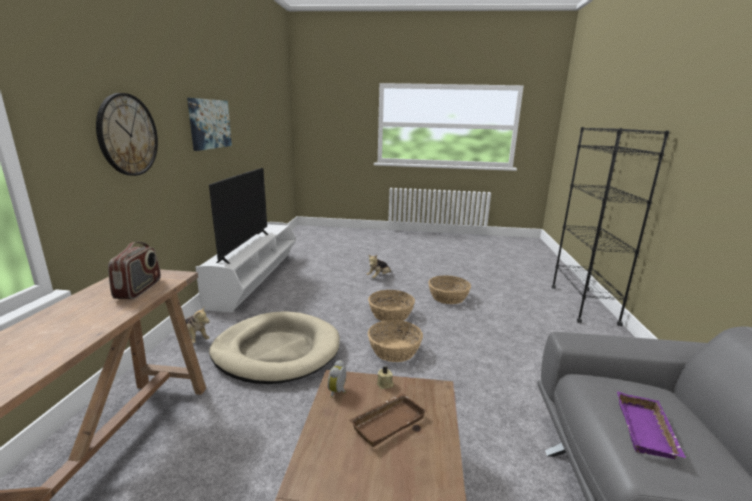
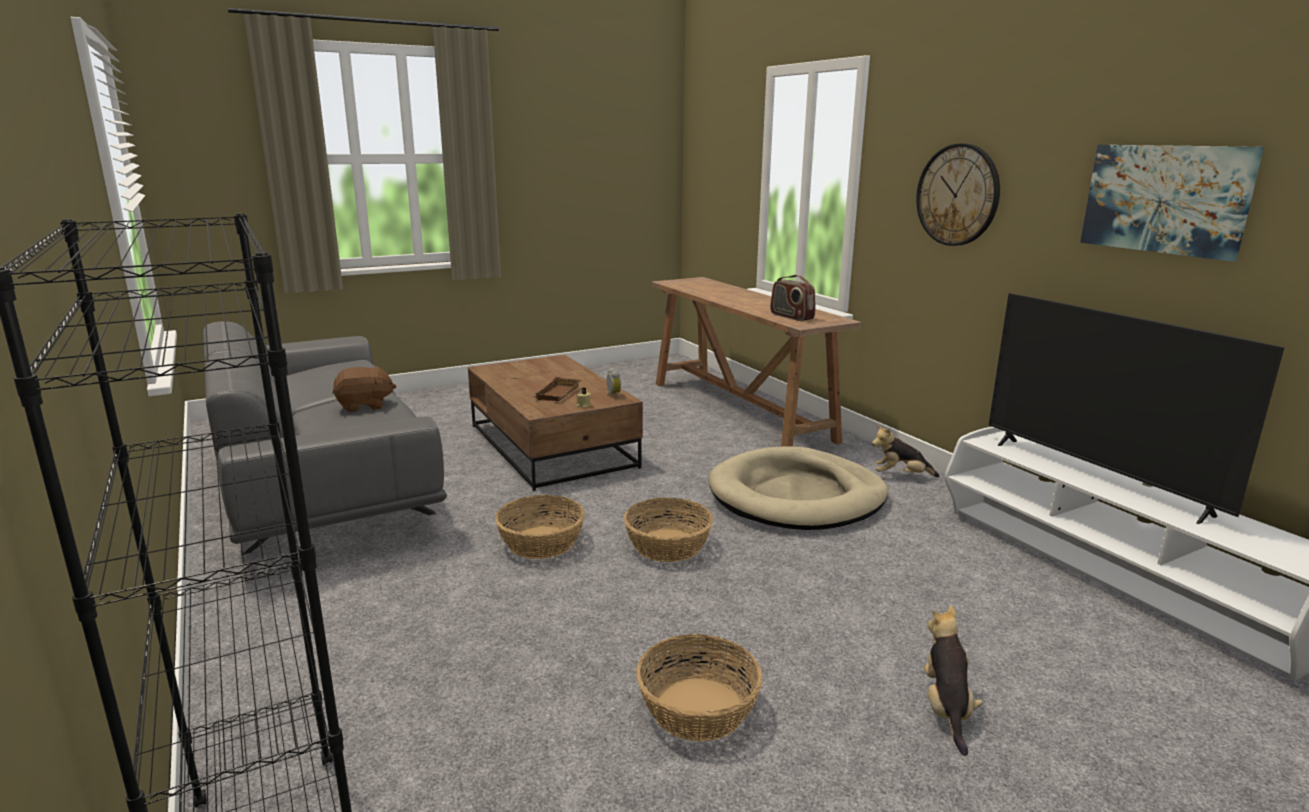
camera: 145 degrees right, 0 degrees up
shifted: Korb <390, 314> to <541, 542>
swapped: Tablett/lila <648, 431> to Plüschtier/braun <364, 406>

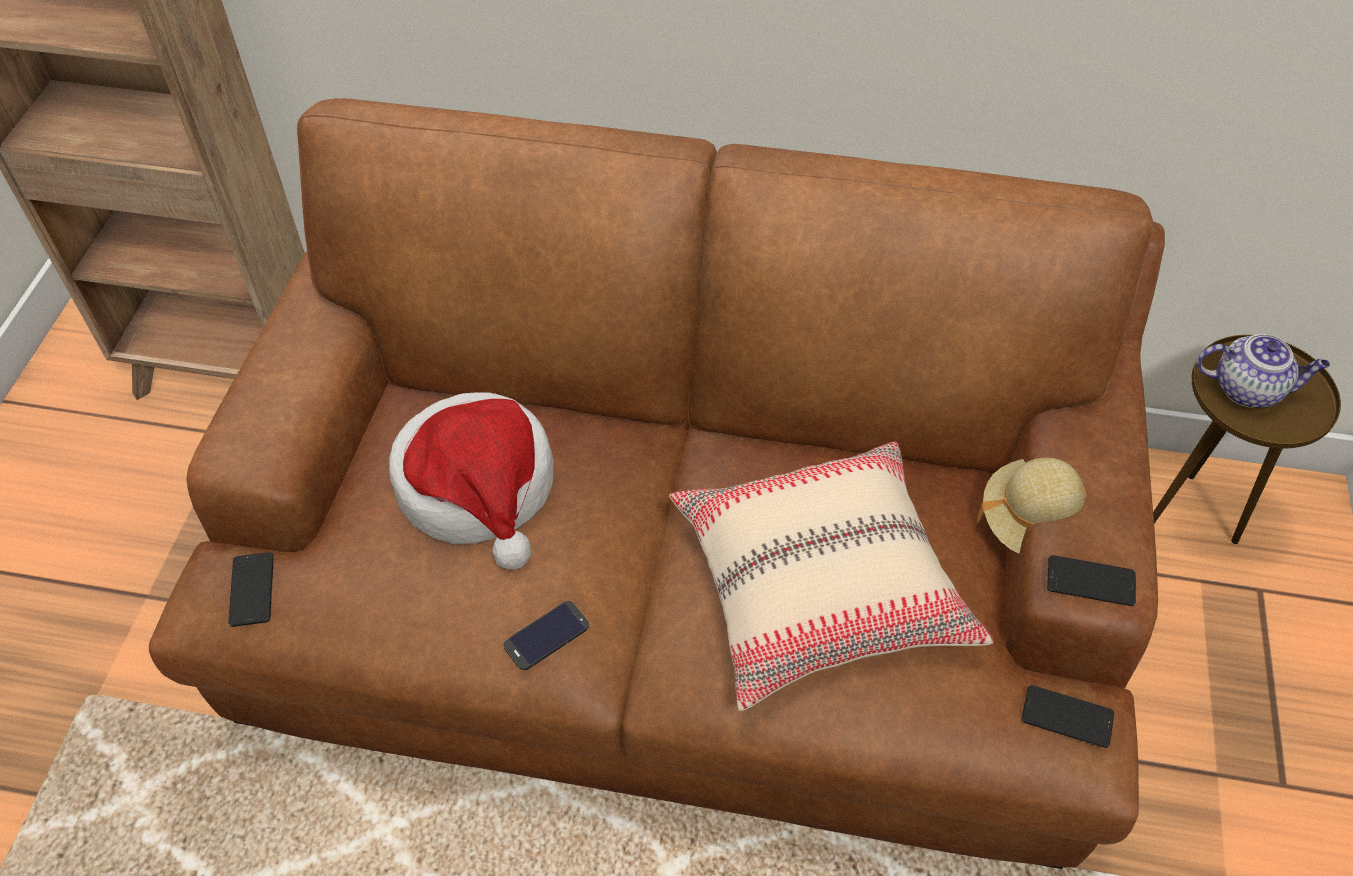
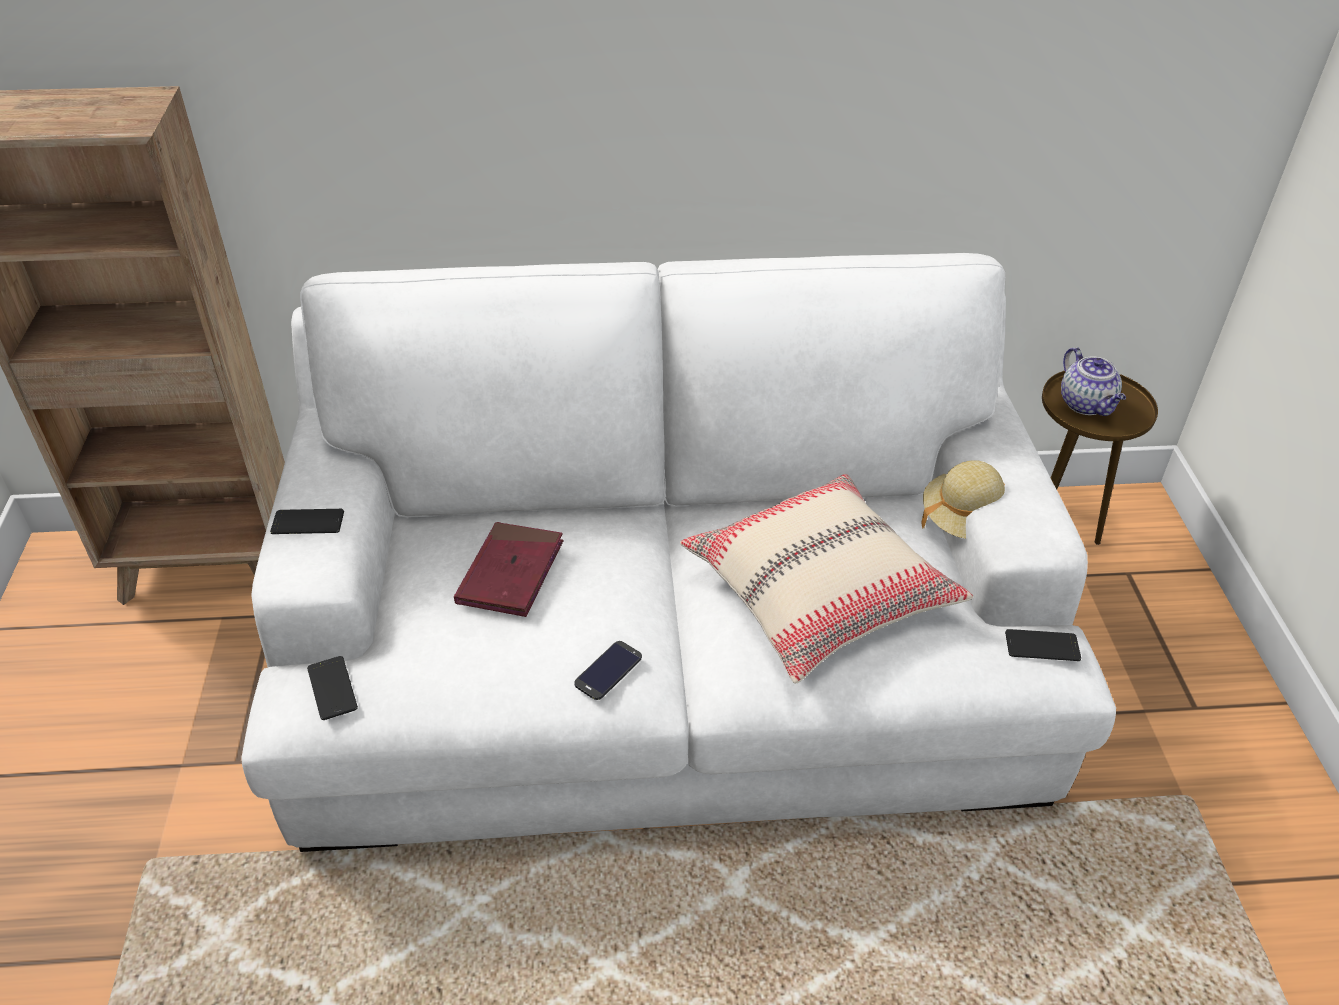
camera: 15 degrees left, 10 degrees down
shifted: Handy <1090, 581> to <307, 522>
swapped: Hut <479, 488> to Buch/rot <510, 573>
repainted: Sofa/braun <677, 584> to Sofa/weiß <667, 659>
rotated: Teekanne <1248, 389> = <1087, 405> 75 degrees clockwise

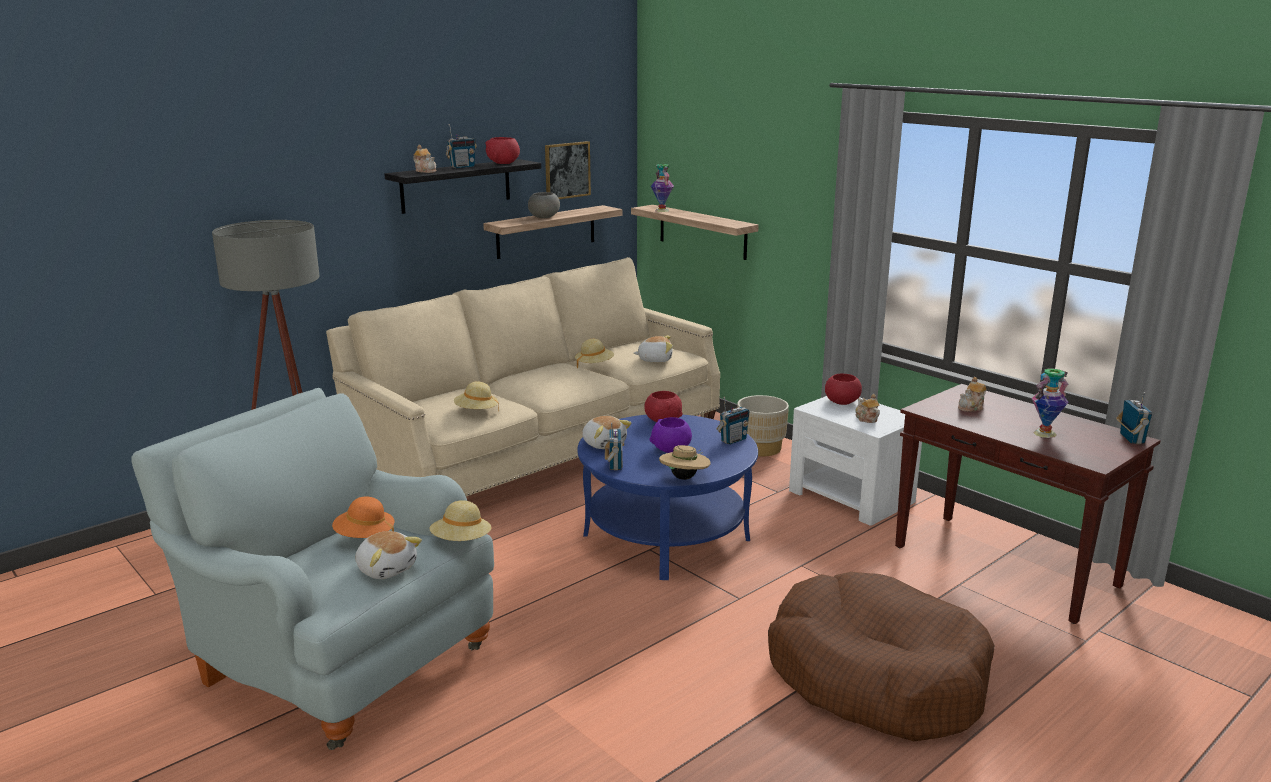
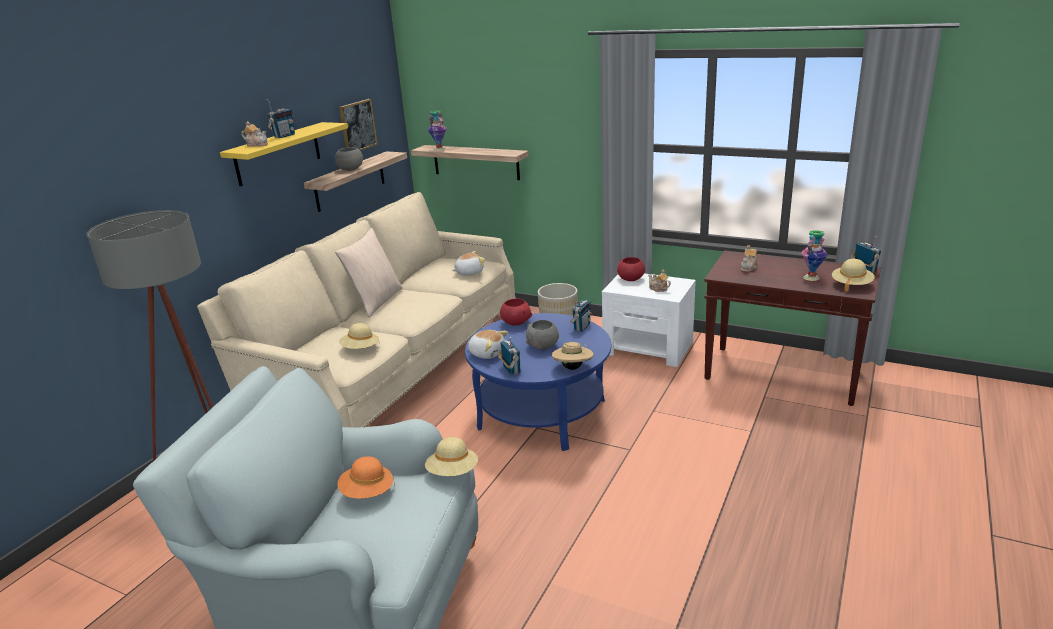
camera: 20 degrees left, 5 degrees up
gone: Plüschtier <387, 568>; Schüssel/rot <503, 163>; Hundebett/braun <876, 677>
new: Kissen/beige <376, 301>
shifted: Hut/beige <594, 365> to <851, 285>
repainted: Wandregal/schwarz <456, 186> to Wandregal/gelb <278, 153>; Schüssel/lila <671, 450> to Schüssel/grau <543, 346>

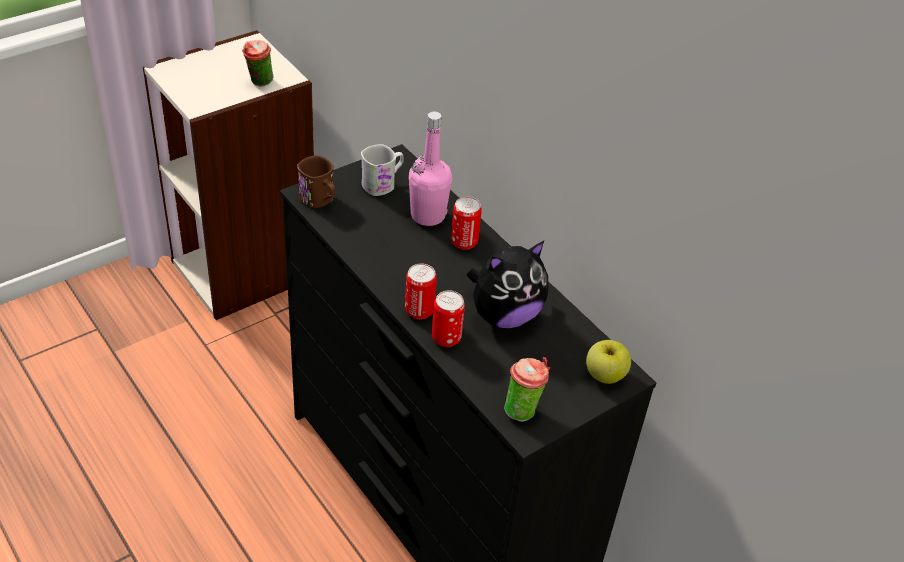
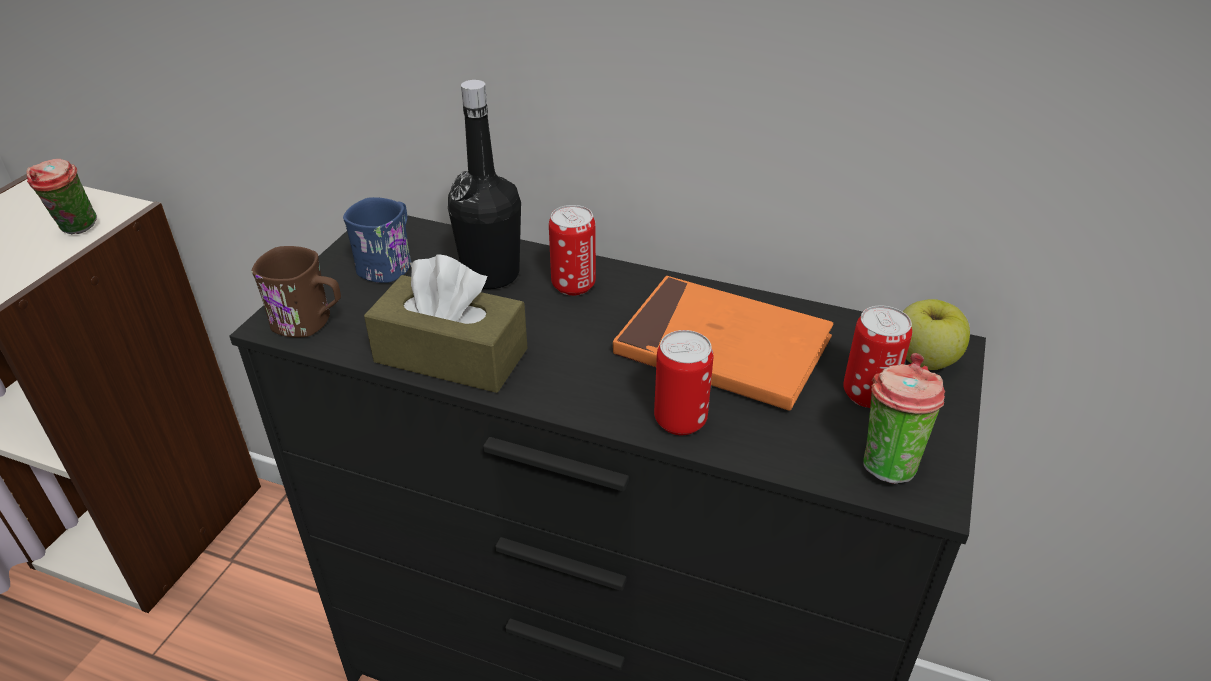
camera: 30 degrees left, 5 degrees down
new: Taschentuchbox/braun <451, 355>
shifted: Dose <419, 311> to <867, 394>
swapped: Plüschtier <504, 315> to Buch/orange <722, 349>
repainted: Henkelbecher/weiß <383, 184> to Henkelbecher/blau <389, 263>; Flasche/rosa <428, 215> to Flasche/schwarz <491, 274>

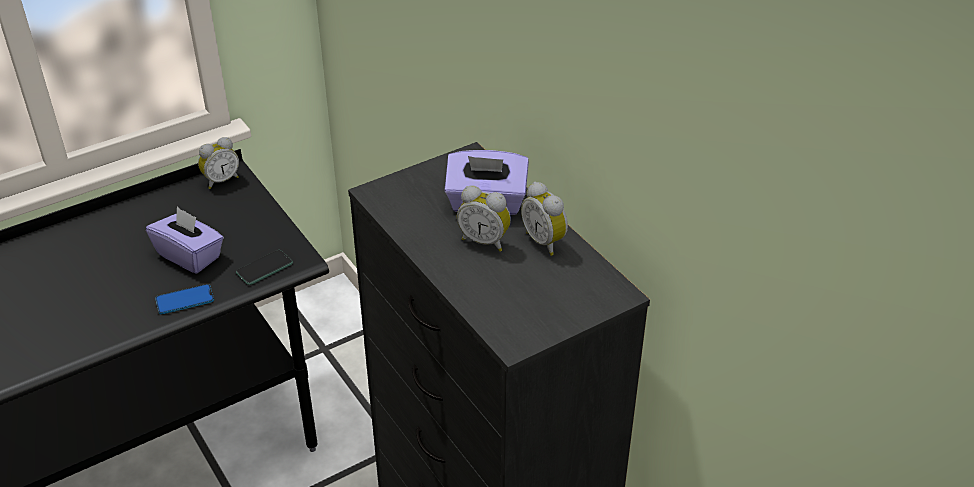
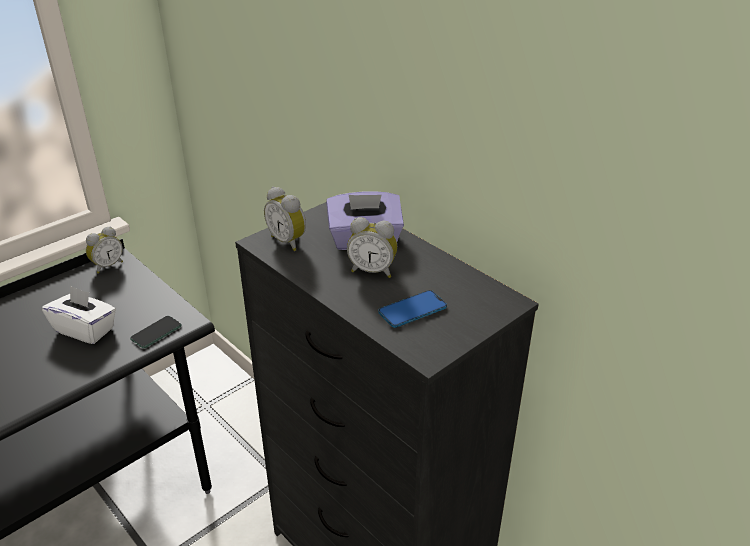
camera: 10 degrees left, 5 degrees down
shifted: Wecker <545, 241> to <289, 241>; Handy <185, 300> to <412, 310>
repainted: Taschentuchbox/lila <190, 255> to Taschentuchbox/weiß <85, 329>

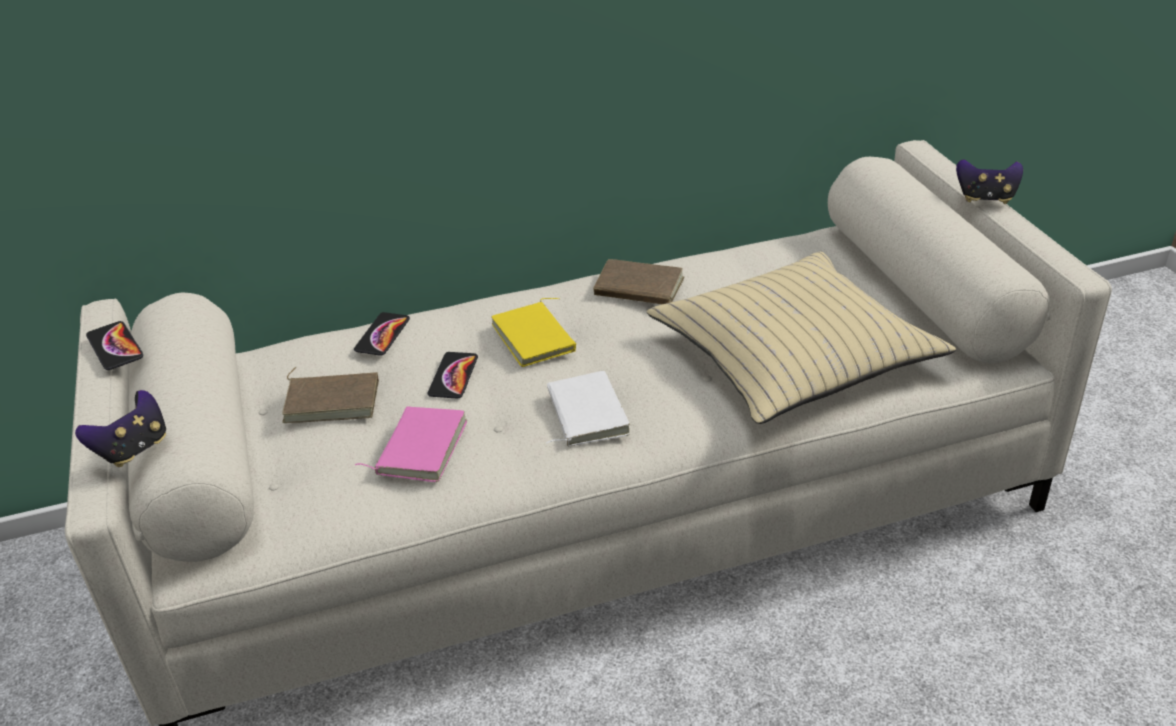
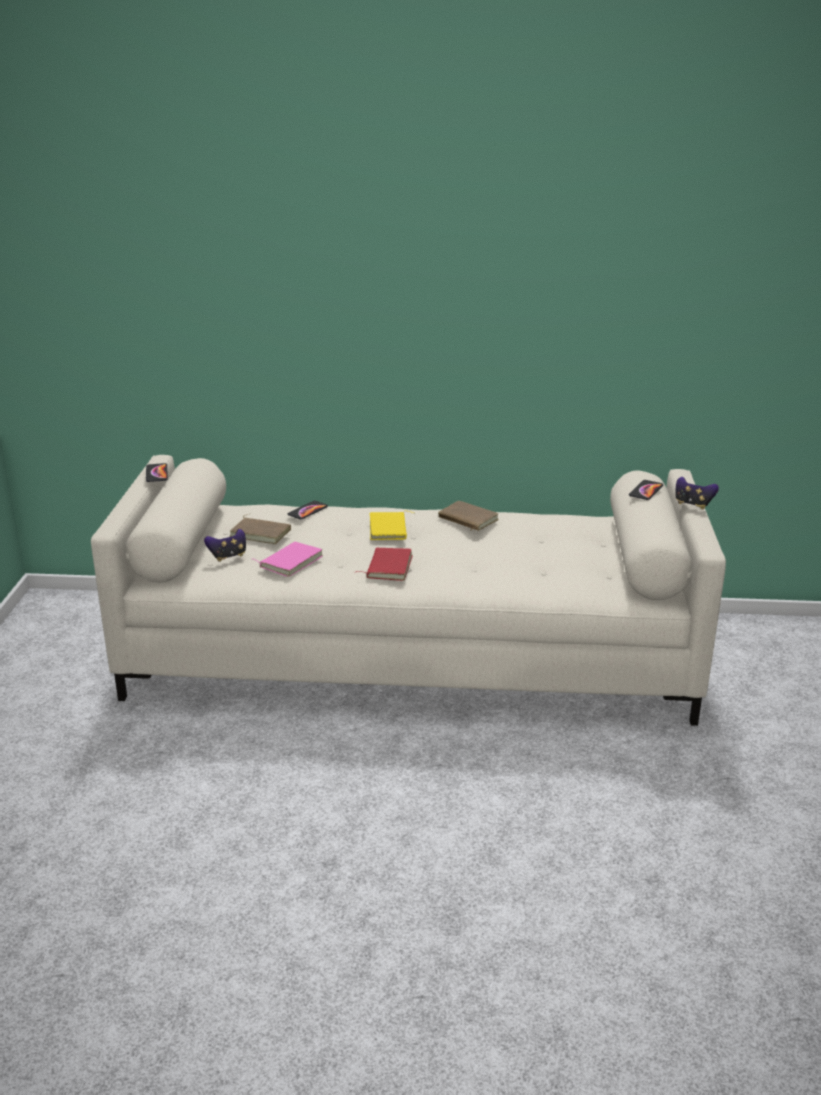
camera: 20 degrees right, 10 degrees down
gone: Kissen/beige <792, 356>
shifted: Gamepad <134, 449> to <228, 556>; Handy <453, 376> to <646, 491>
repainted: Buch/weiß <584, 414> to Buch/rot <387, 567>

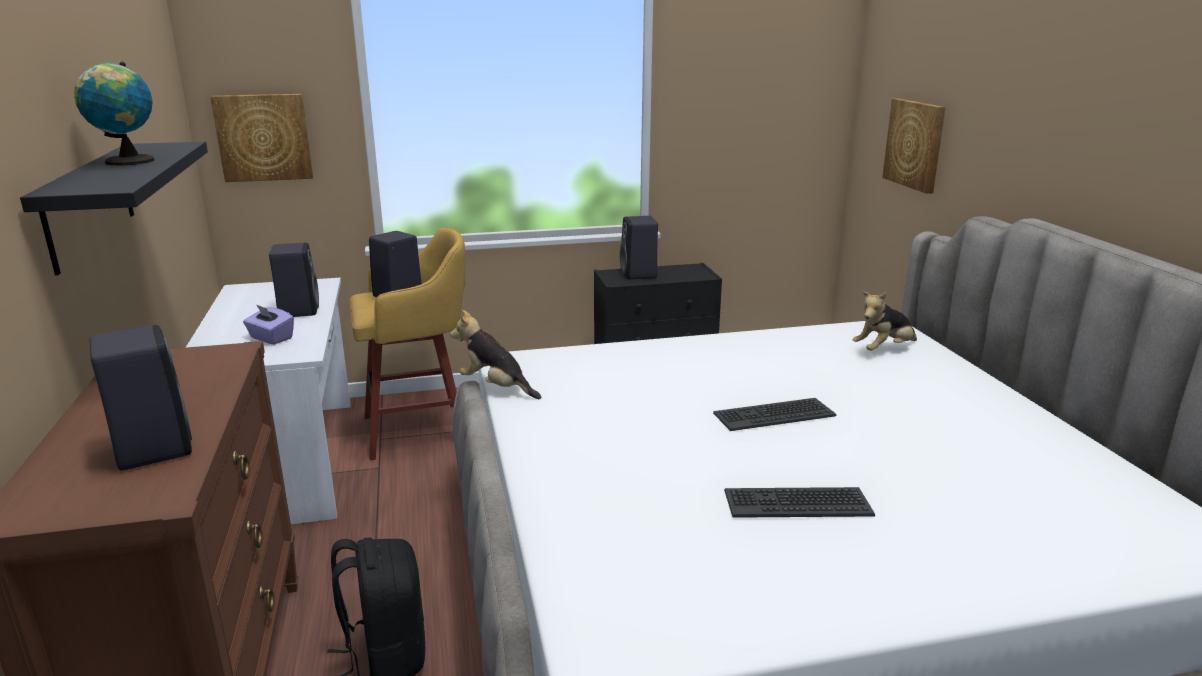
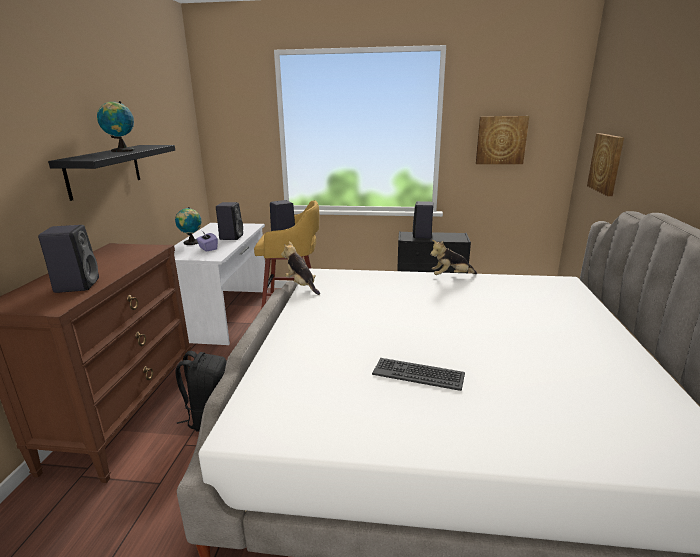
camera: 20 degrees right, 0 degrees up
gone: Tastatur <773, 415>
new: Globus <191, 243>
shifted: Plüschtier <884, 349> to <451, 276>; Bild <263, 137> to <501, 140>

